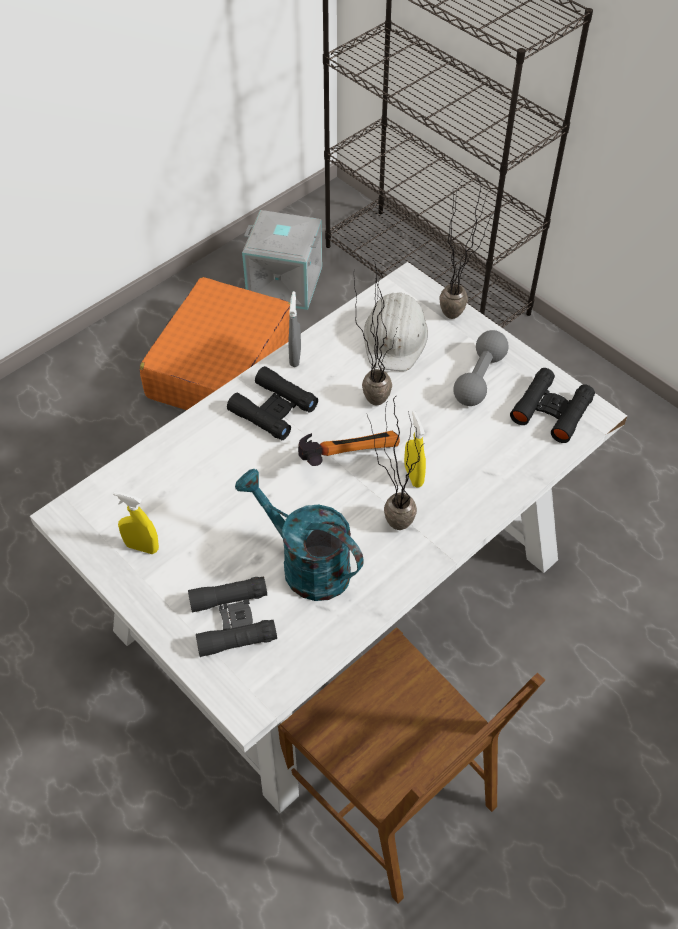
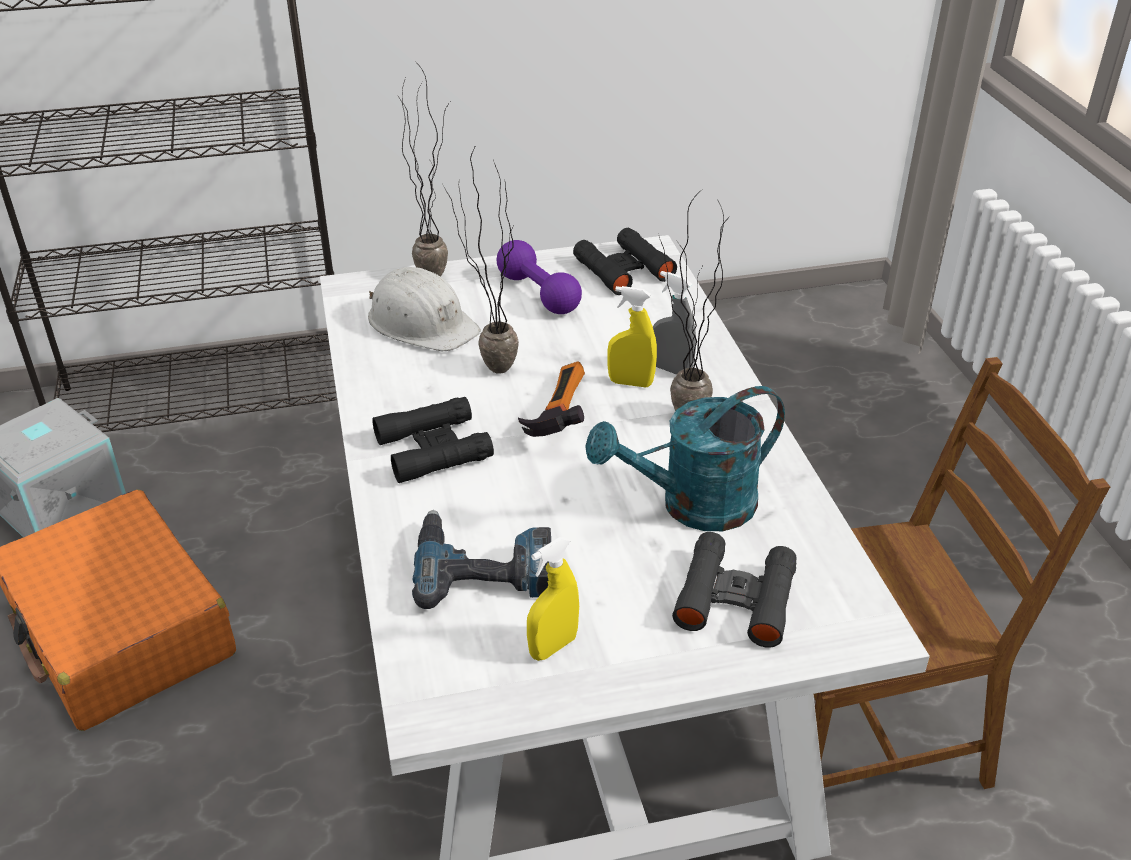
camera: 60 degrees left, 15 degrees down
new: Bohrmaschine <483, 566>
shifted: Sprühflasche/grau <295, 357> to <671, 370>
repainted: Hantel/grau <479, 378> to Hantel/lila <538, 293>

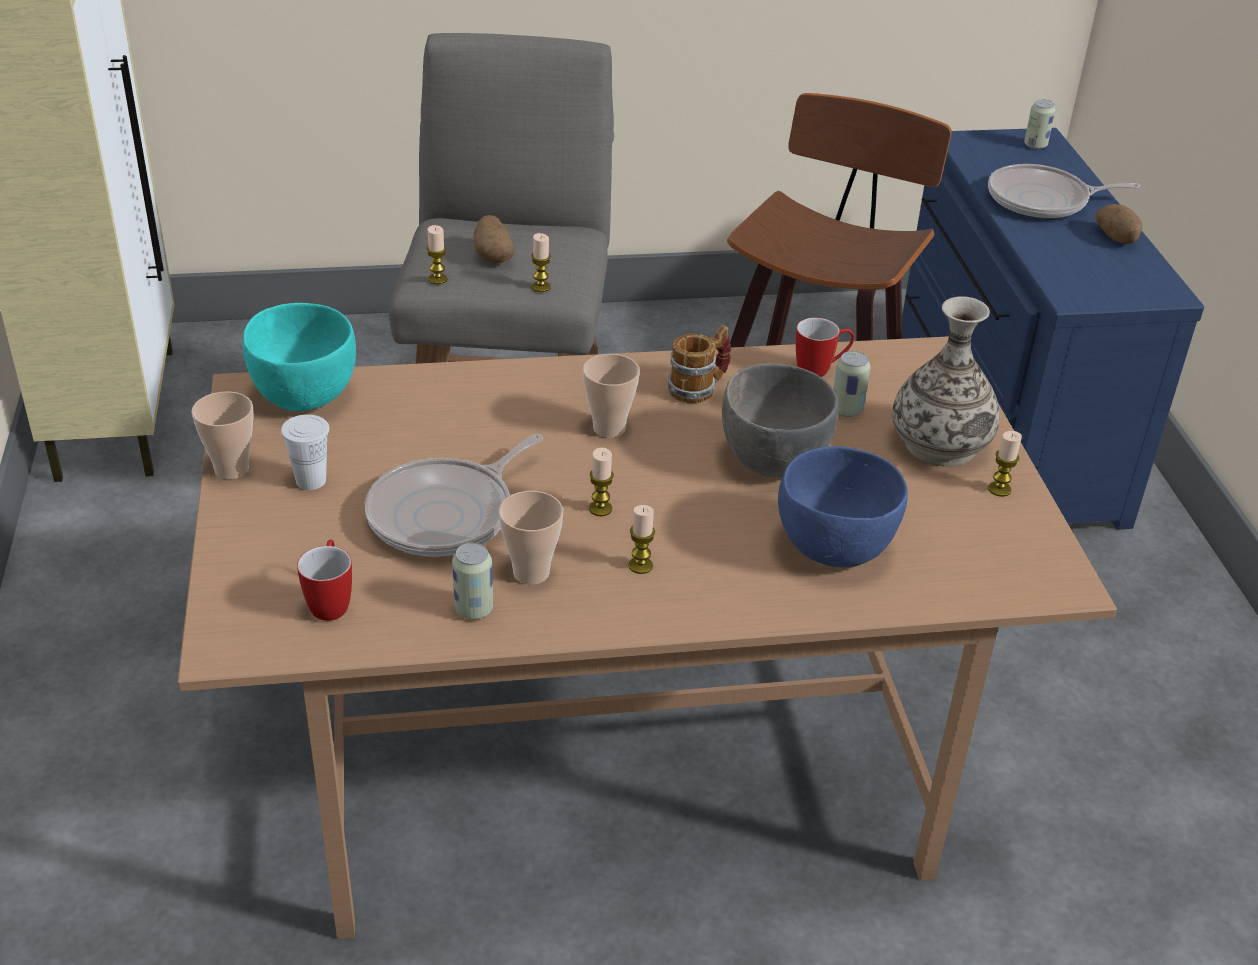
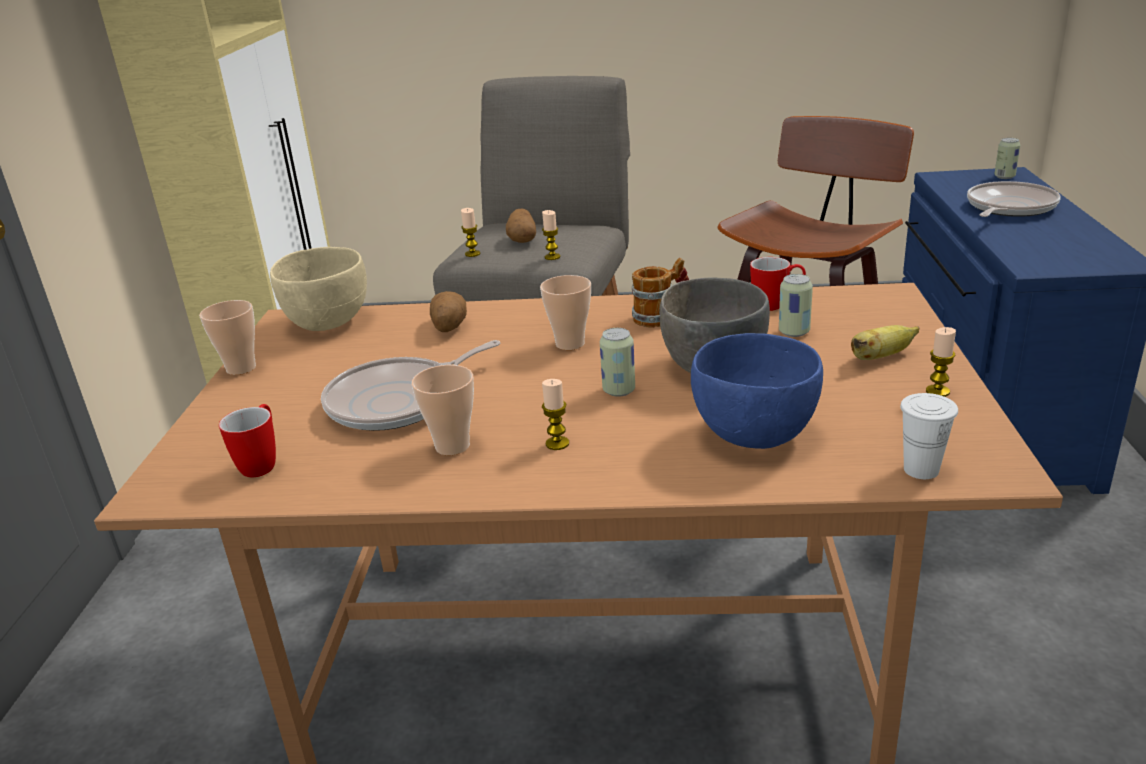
camera: 15 degrees right, 10 degrees down
gone: Kerze <600, 509>
shifted: Kartoffel <1117, 238> to <449, 327>; Dose <473, 609> to <619, 390>; Tasse/weiß <311, 481> to <921, 470>
swapped: Vase <939, 444> to Banane <880, 357>
repainted: Schüssel/türkis <304, 395> to Schüssel/beige <328, 322>
rotated: Pfanne <1043, 200> = <1008, 208> 120 degrees clockwise

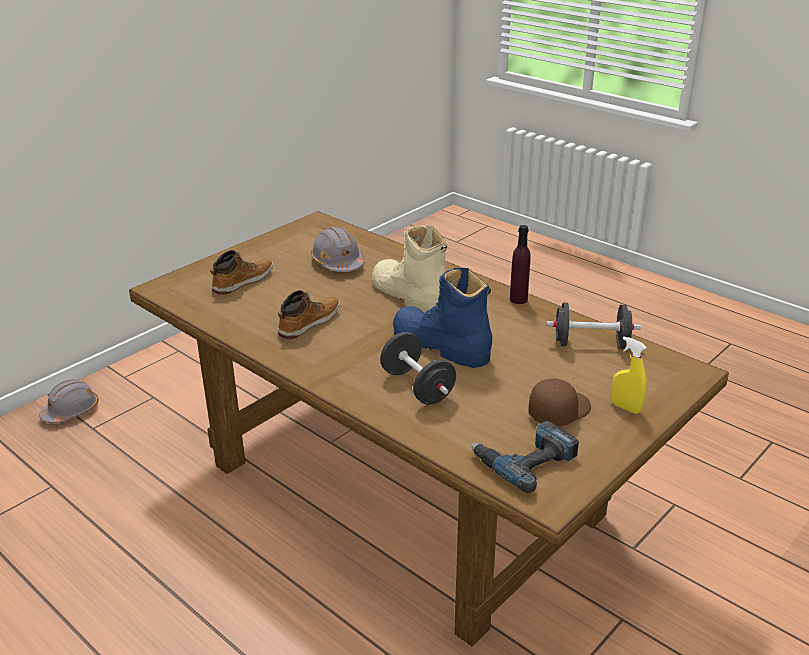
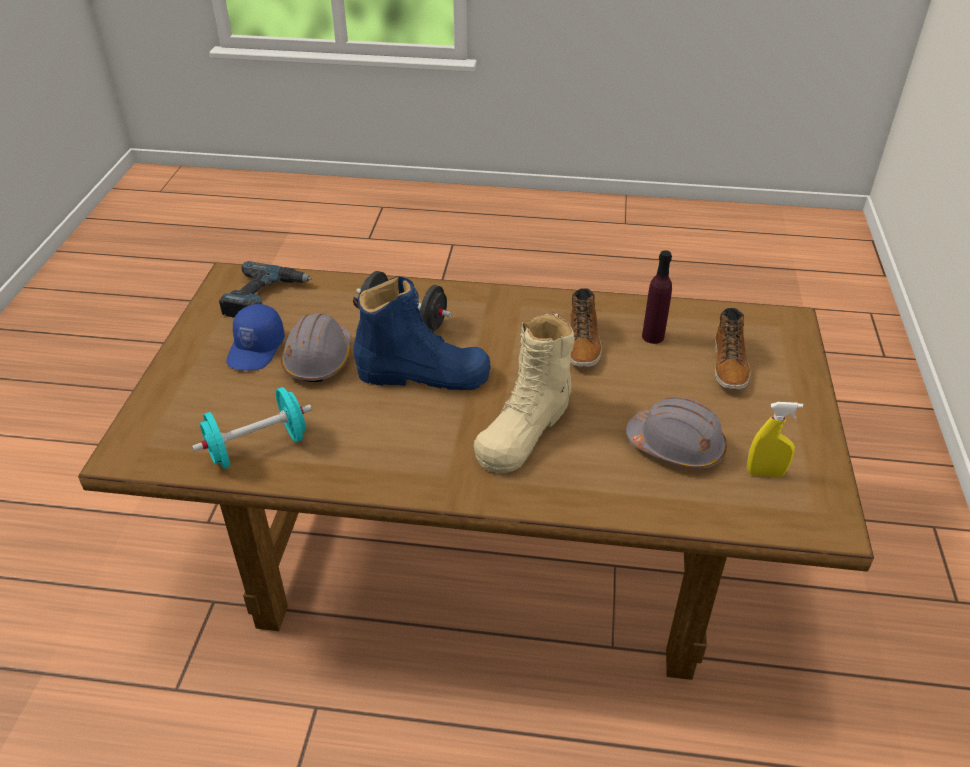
camera: 145 degrees right, 10 degrees up
shifted: Schutzhelm/grau <71, 411> to <319, 359>; Flasche/lila <518, 299> to <653, 336>; Sprühflasche/gelb <625, 407> to <765, 473>
repainted: Hantel/schwarz <591, 344> to Hantel/türkis <258, 447>; Kappe/braun <558, 411> to Kappe/blau <257, 349>
rotated: Stiefel/beige <410, 296> = <524, 429> 105 degrees clockwise

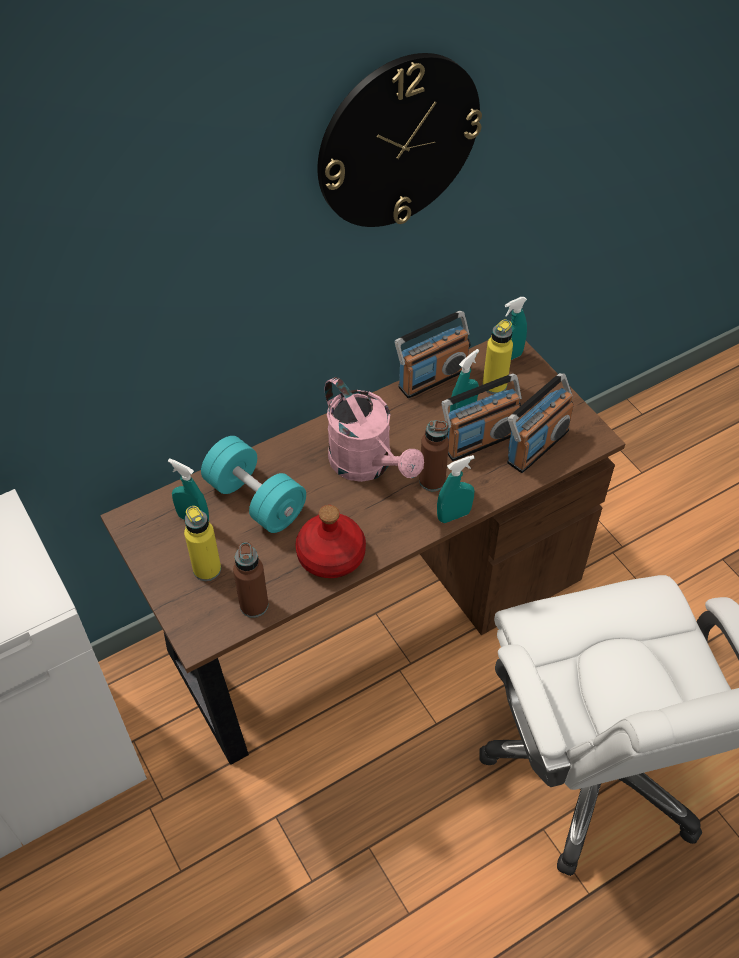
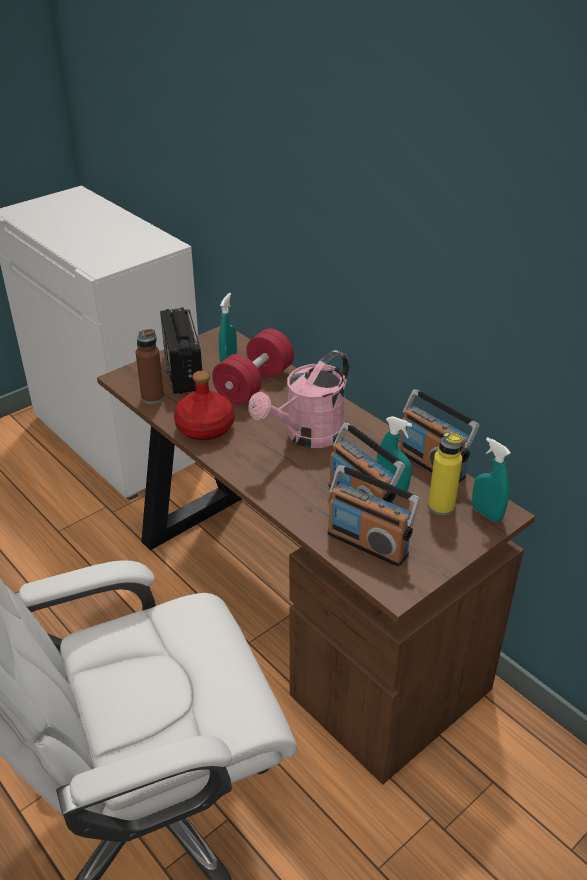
camera: 80 degrees right, 15 degrees down
gone: Wanduhr <398, 142>; Flasche/braun <432, 481>; Sprühflasche/türkis <454, 515>
swapped: Flasche/gelb <207, 569> to Radio <183, 372>
repainted: Hantel/türkis <255, 500> to Hantel/rot <254, 384>

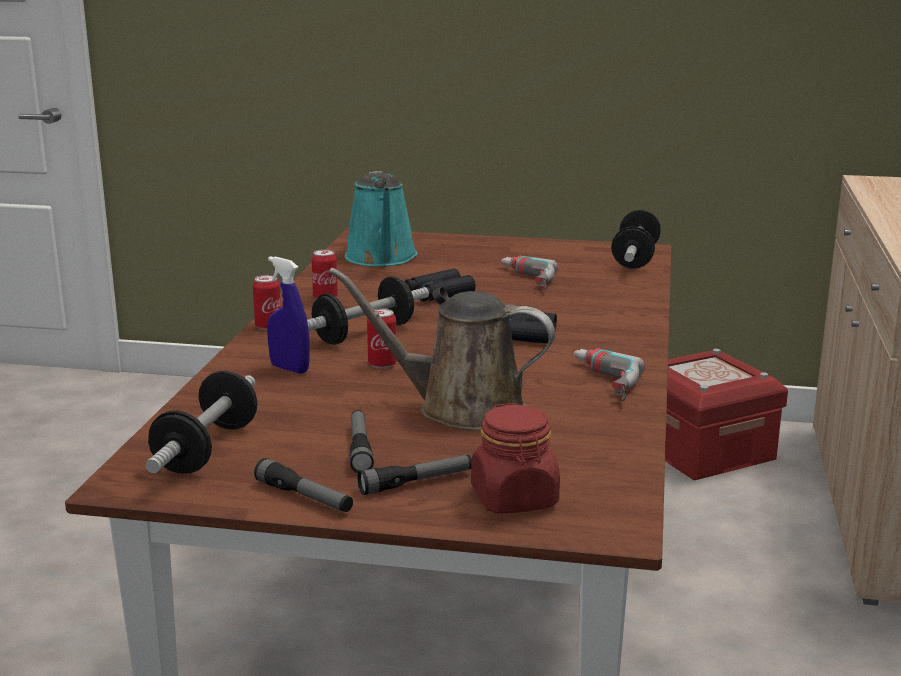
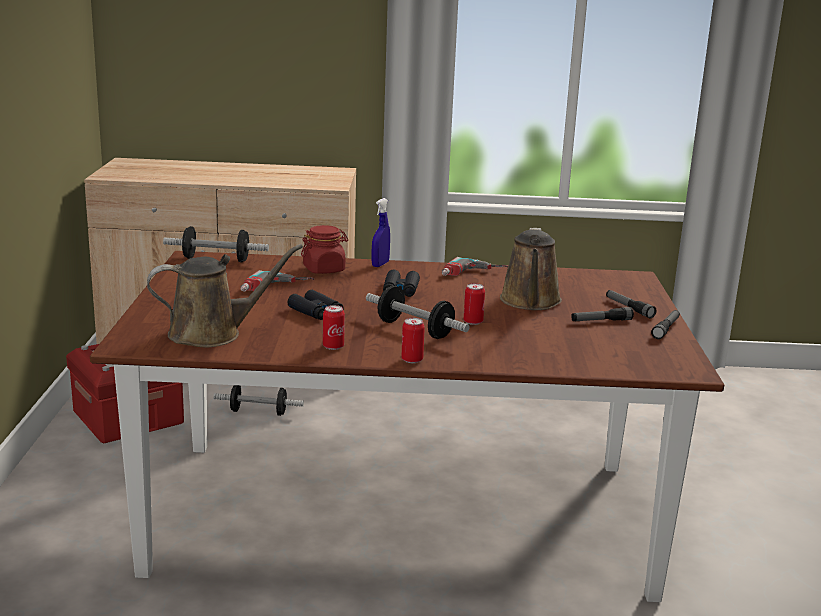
camera: 100 degrees left, 0 degrees up
shifted: Hantel <207, 449> to <258, 412>; Vorratsglas/rot <514, 498> to <324, 269>; Sprühflasche/blau <289, 369> to <380, 264>
repainted: Gießkanne/türkis <382, 258> to Gießkanne/braun <212, 333>

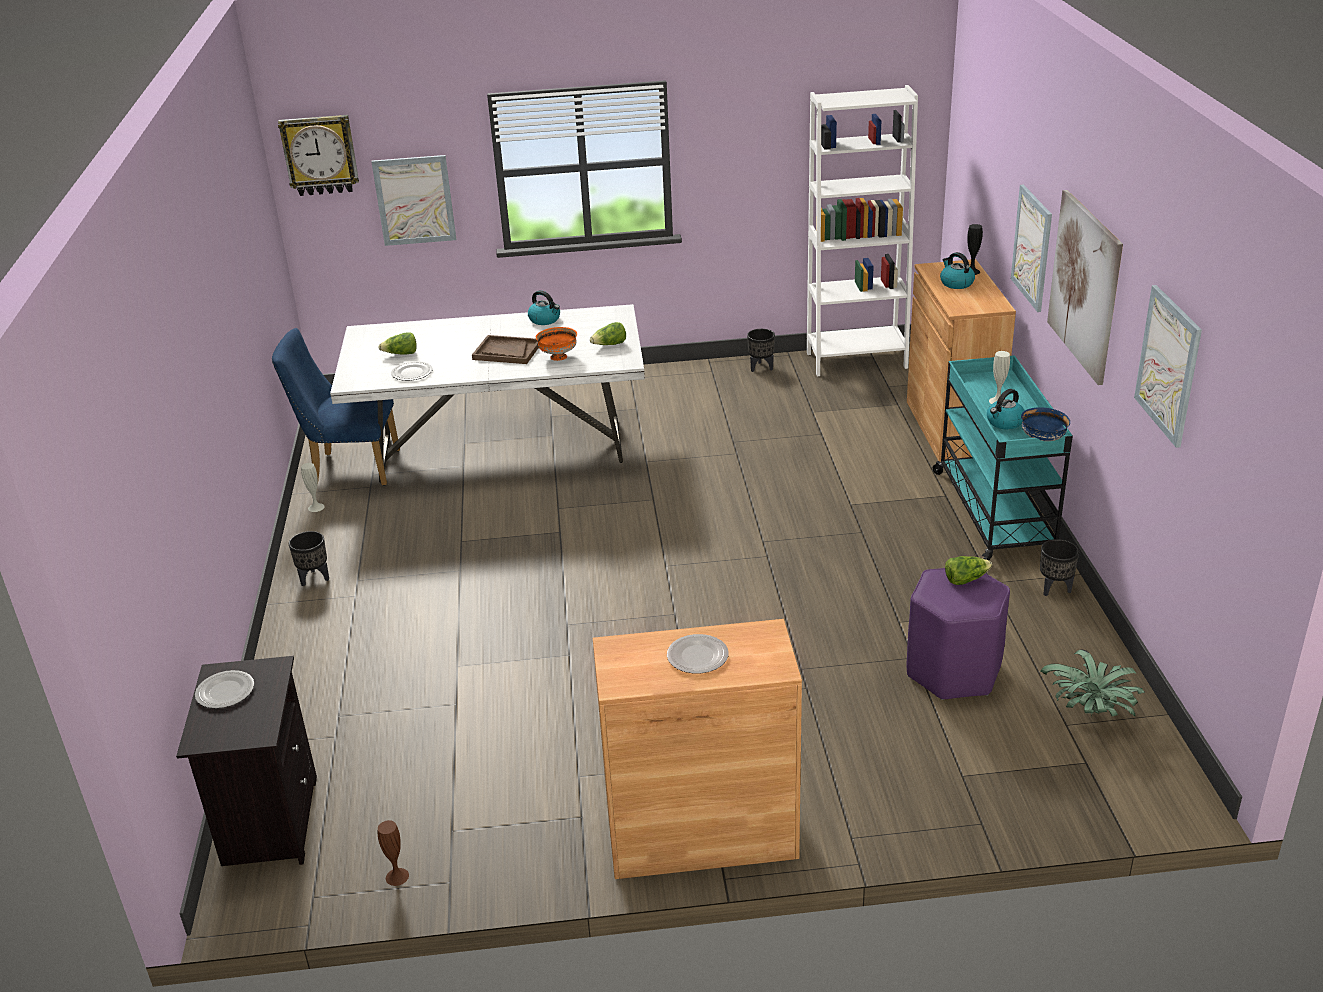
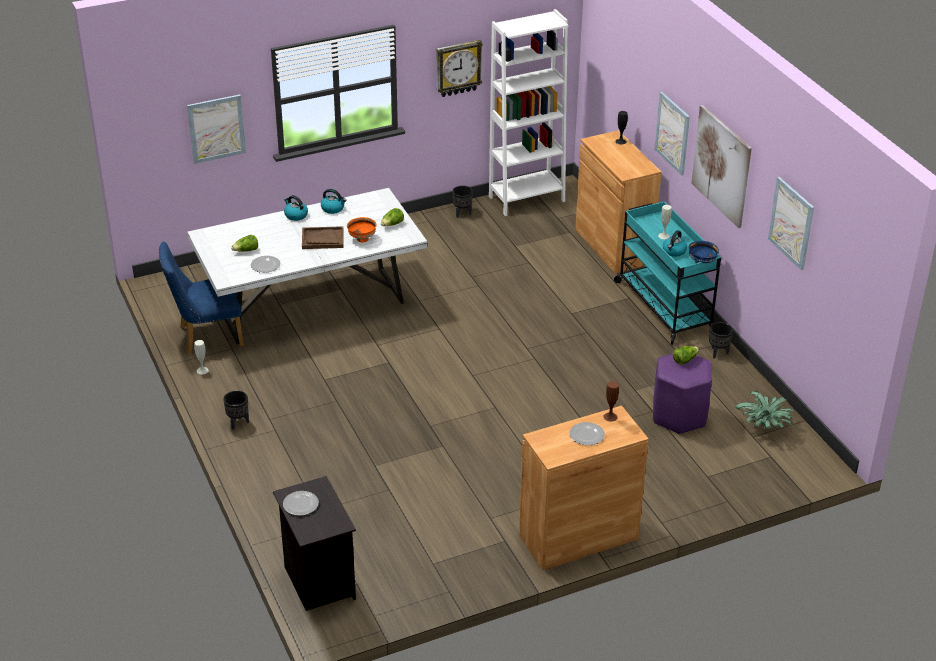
camera: 20 degrees left, 5 degrees up
shifted: Wasserkessel <956, 283> to <295, 215>; Wanduhr <320, 155> to <458, 68>; Vase/braun <397, 876> to <610, 416>

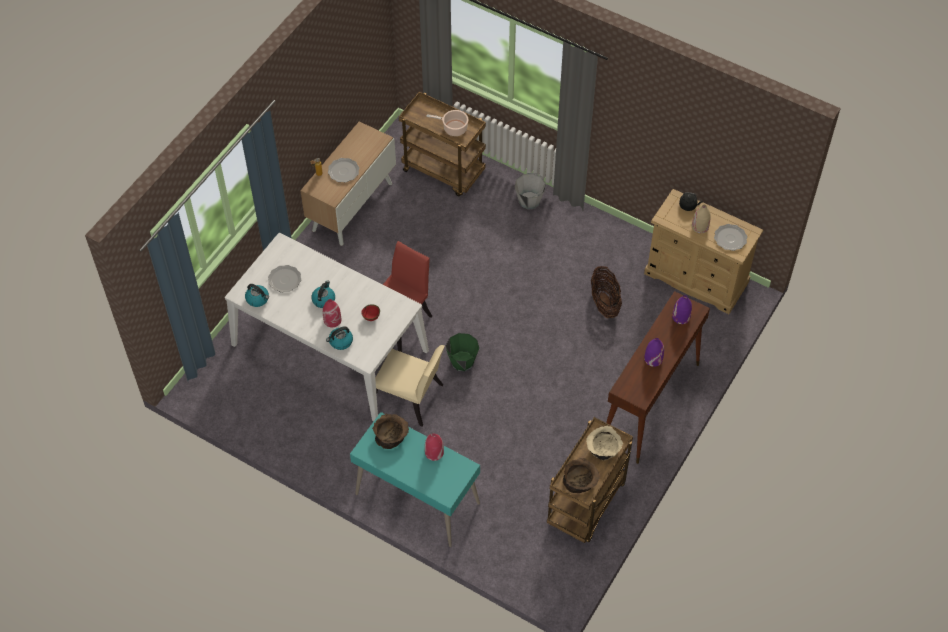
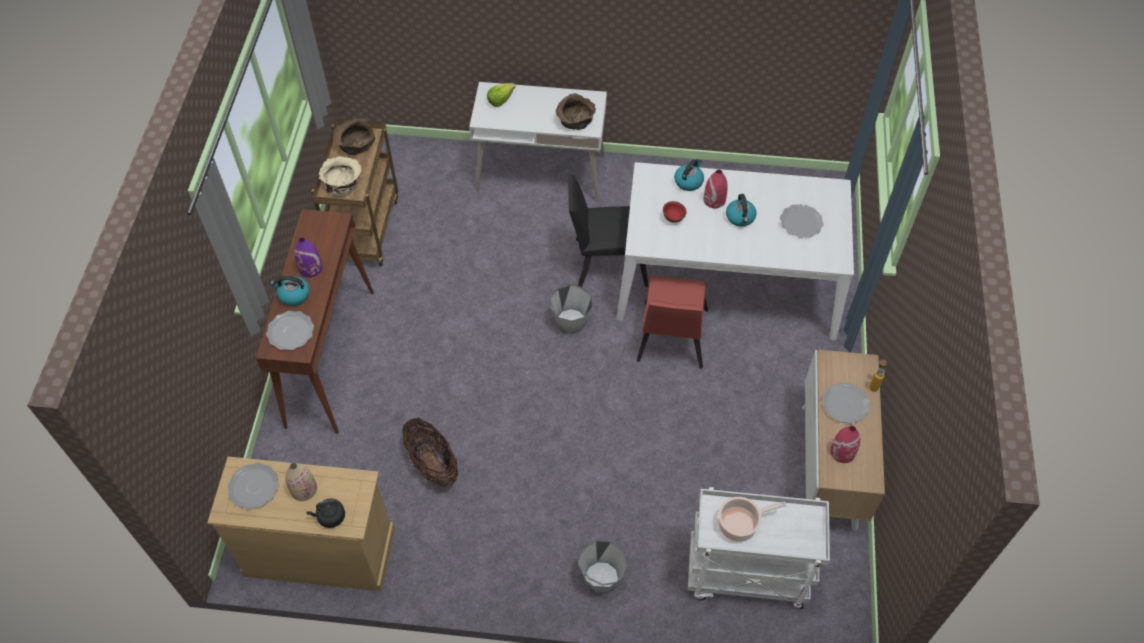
camera: 155 degrees right, 0 degrees up
new: Salatkopf <500, 99>
shifted: Wasserkessel <258, 299> to <293, 295>; Vase/rot <434, 452> to <842, 451>
swapped: Vase/lila <681, 317> to Teller <291, 331>
repainted: Schreibtisch/türkis <417, 499> to Schreibtisch/weiß <541, 172>; Eimer/grün <462, 361> to Eimer/grau <571, 321>; Stuhl/beige <410, 398> to Stuhl/schwarz <605, 261>; Rollwagen/braun <444, 171> to Rollwagen/weiß <745, 576>

